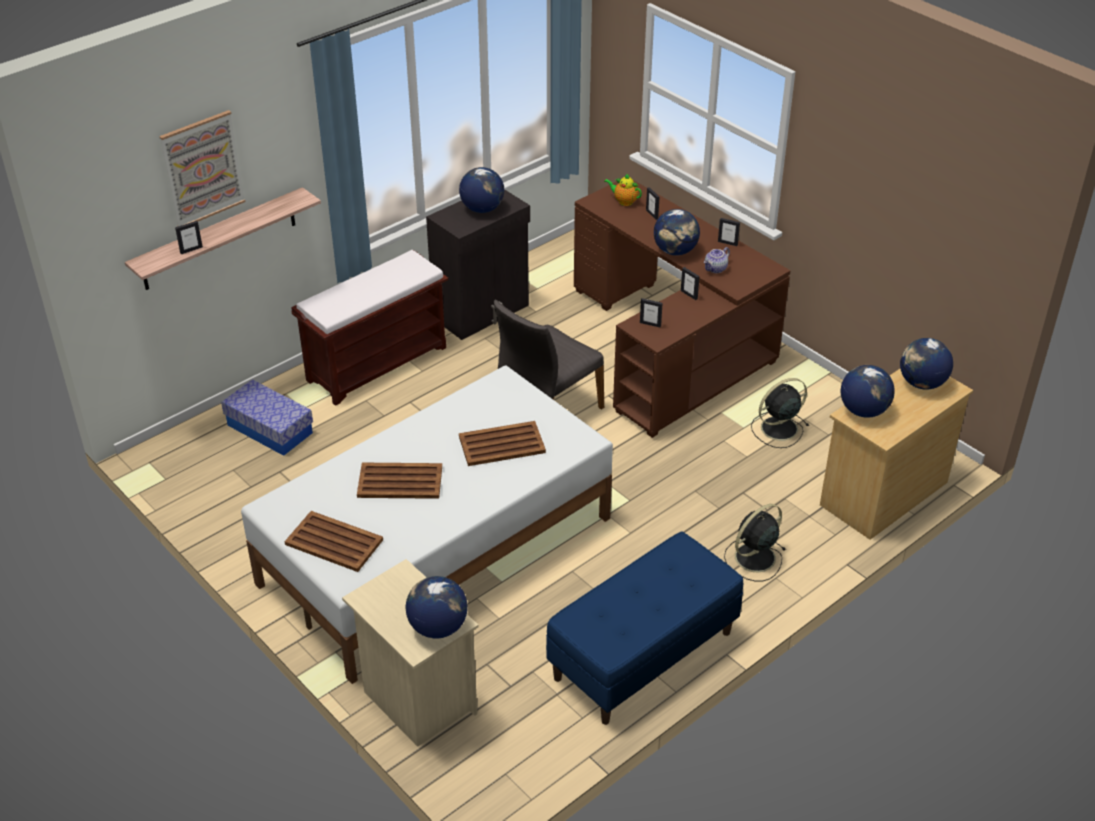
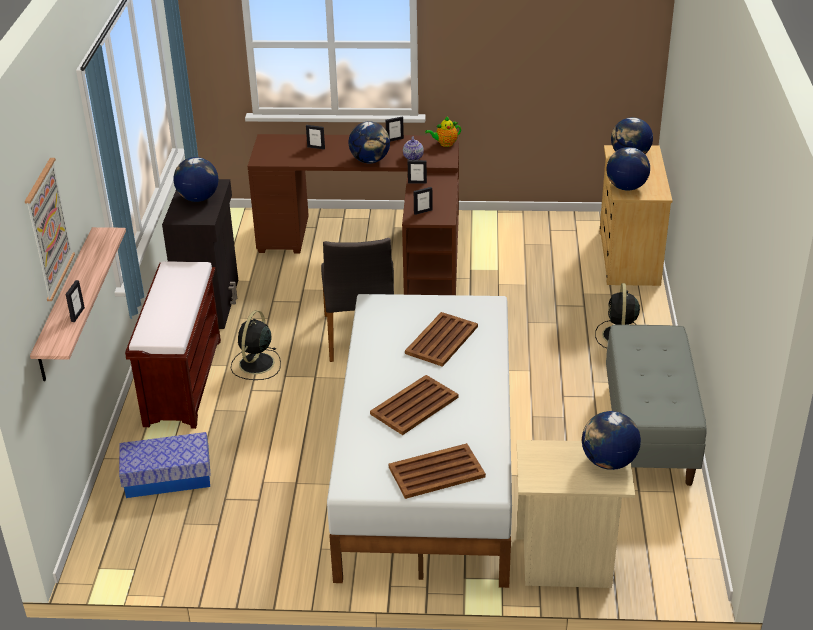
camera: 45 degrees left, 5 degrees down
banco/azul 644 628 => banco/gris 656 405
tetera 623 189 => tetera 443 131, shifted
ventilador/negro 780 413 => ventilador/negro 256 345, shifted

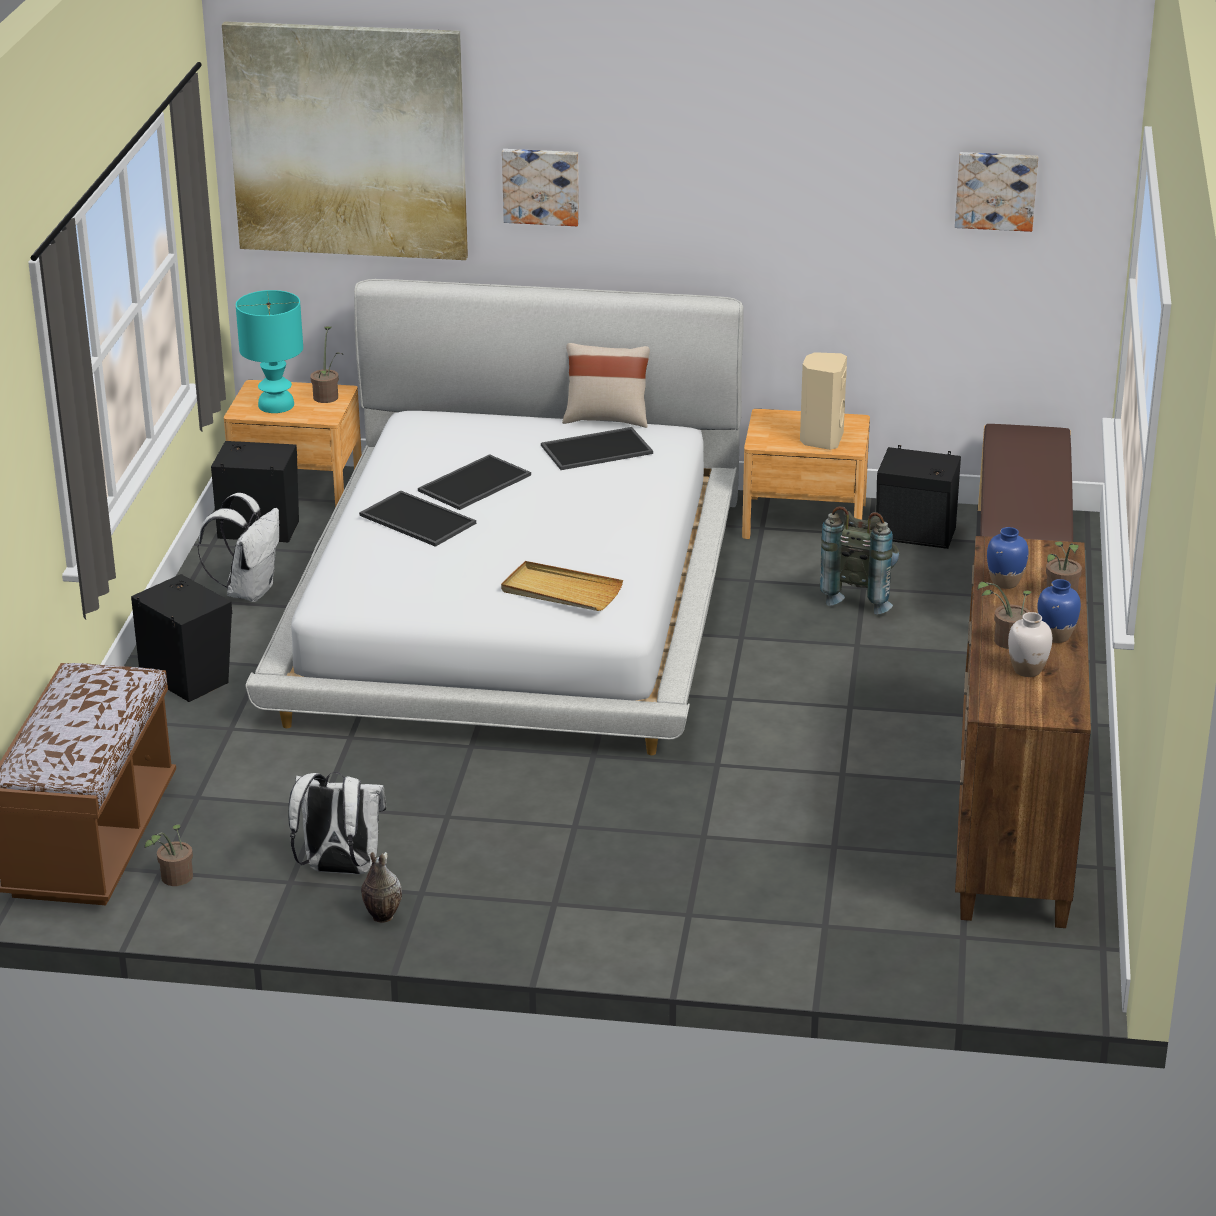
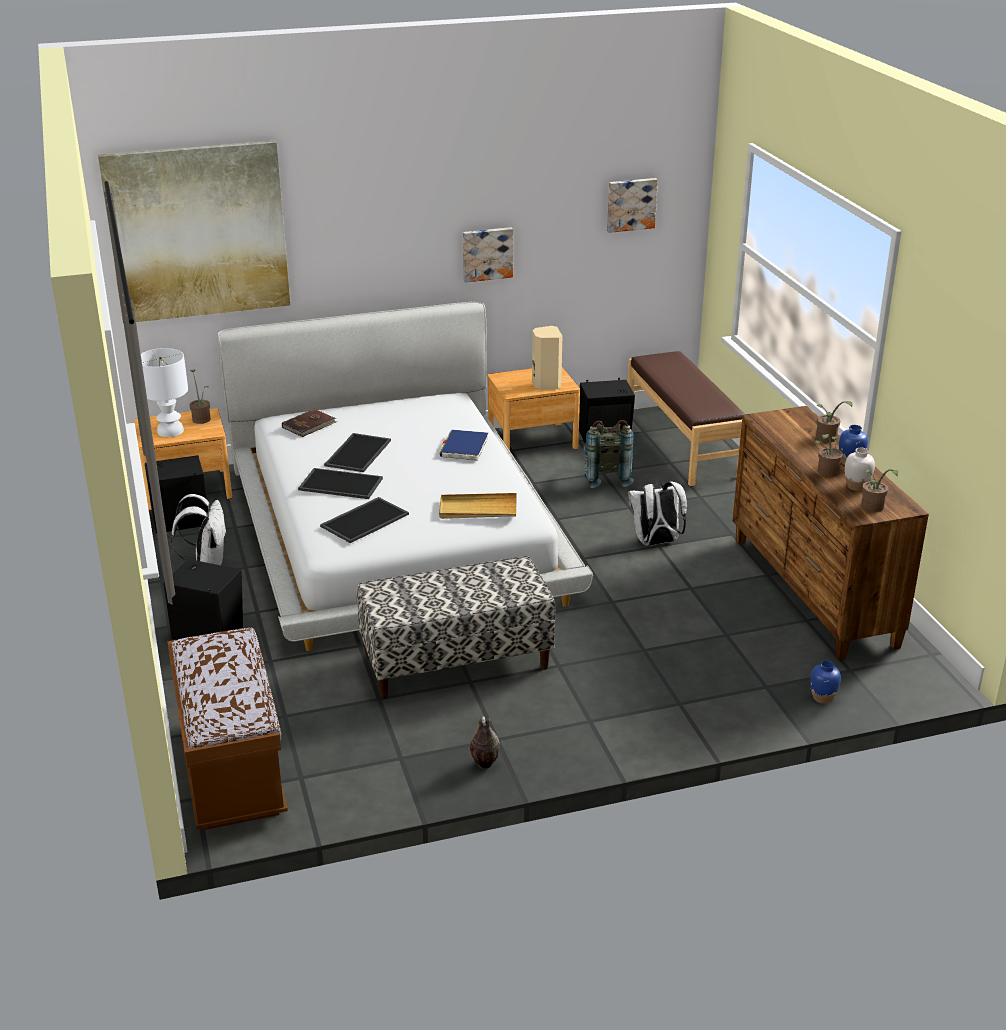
camera: 25 degrees left, 0 degrees up
planta en maceta 169 855 => planta en maceta 879 490, shifted
lámpara de mesa/turquesa 269 351 => lámpara de mesa/blanco 164 392
mochila/blanco 337 823 => mochila/blanco 657 513, shifted
cuadro 540 187 => cuadro 488 255, shifted
bandeja 597 448 => bandeja 364 520, shifted
cojín/beis 606 385 => nothing
florero/azul 1008 558 => florero/azul 825 682, shifted
nothing => libro/marrón 309 423
nothing => banco 456 627
nothing => libro/azul 463 445

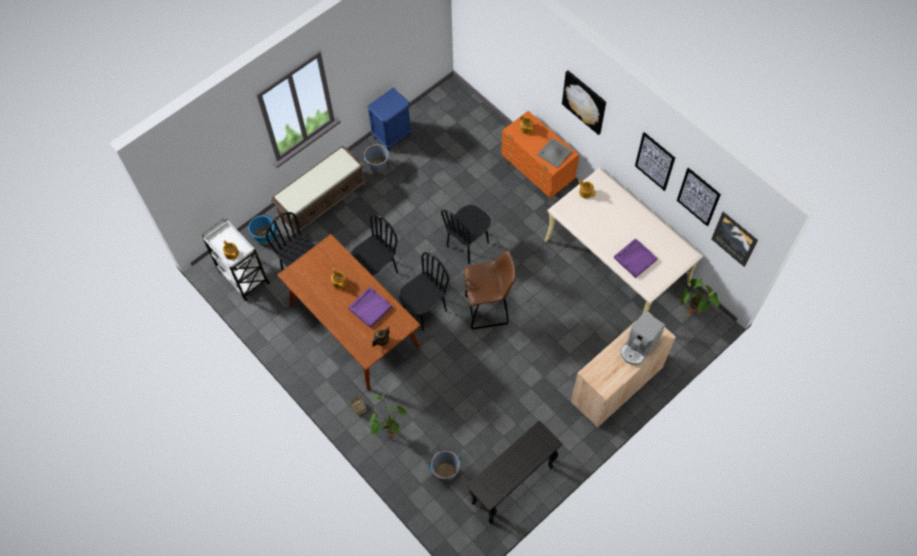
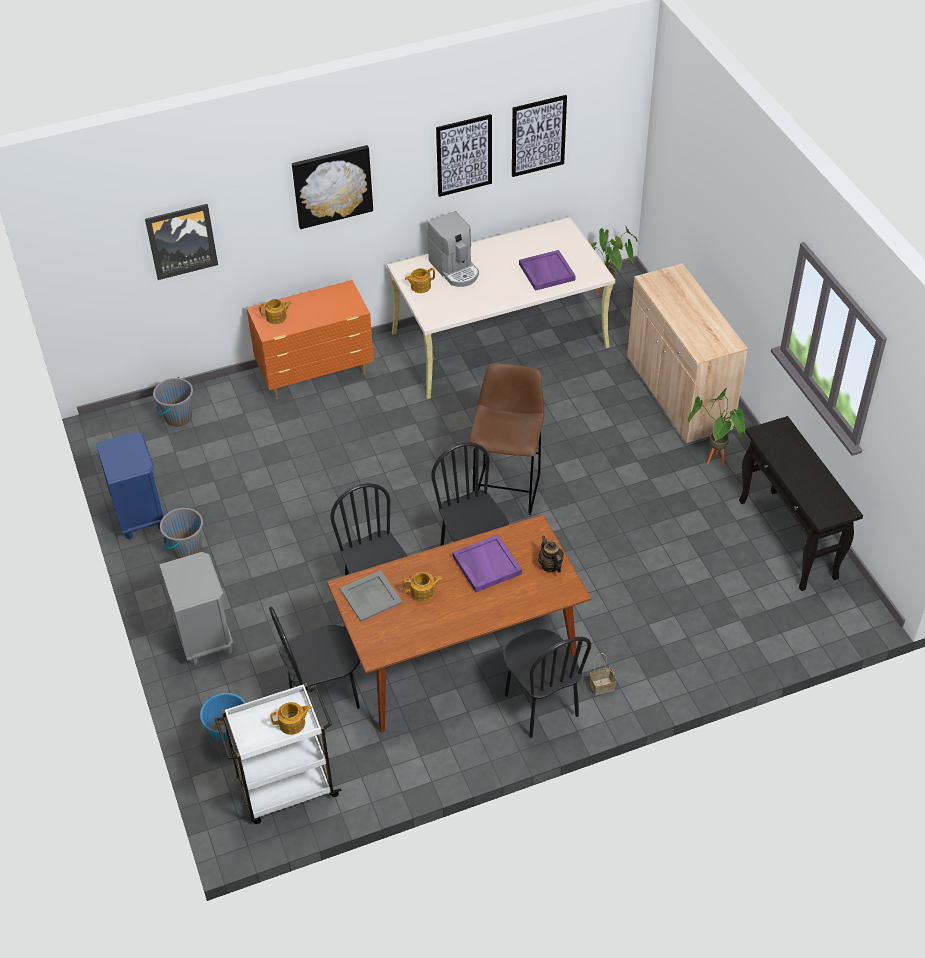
camera: 70 degrees left, 15 degrees down
banco/marrón 319 189 => mesita de noche/gris 196 608
planta en maceta 389 417 => planta en maceta 716 427, shifted
cubo/gris 445 466 => cubo/gris 173 402, shifted
silla/negro 466 234 => silla/negro 547 683, shifted
bandeja/gris 555 153 => bandeja/gris 371 595, shifted
cafetera 642 338 => cafetera 453 249, shifted
cuadro 734 239 => cuadro 181 242, shifted

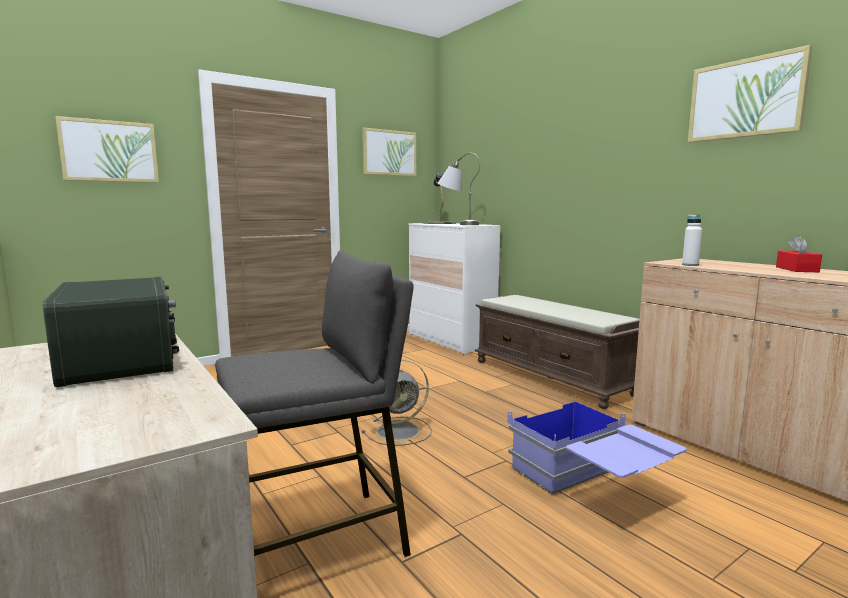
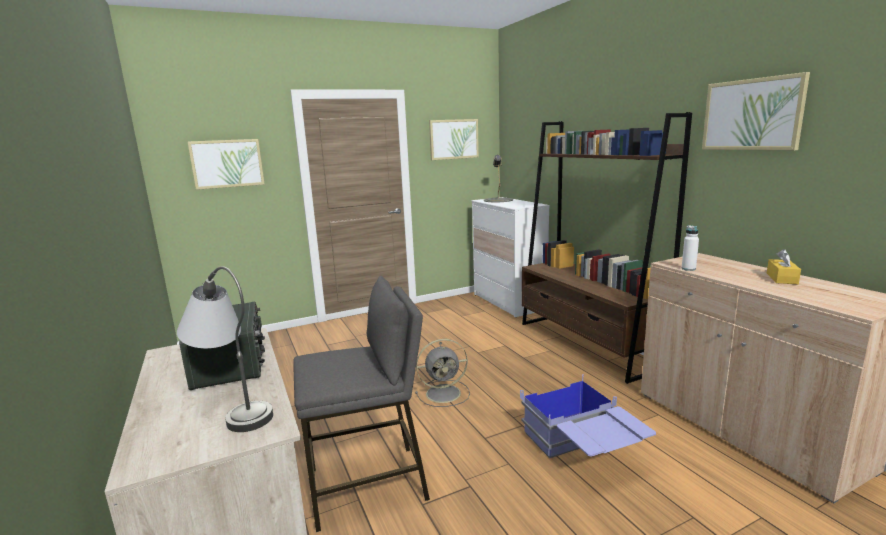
camera: 10 degrees right, 5 degrees up
lámpara de mesa/gris 458 189 => lámpara de mesa/gris 225 349, shifted
banco/marrón 557 351 => estantería/marrón 607 248
caja de pañuelos/rojo 799 253 => caja de pañuelos/amarillo 784 266

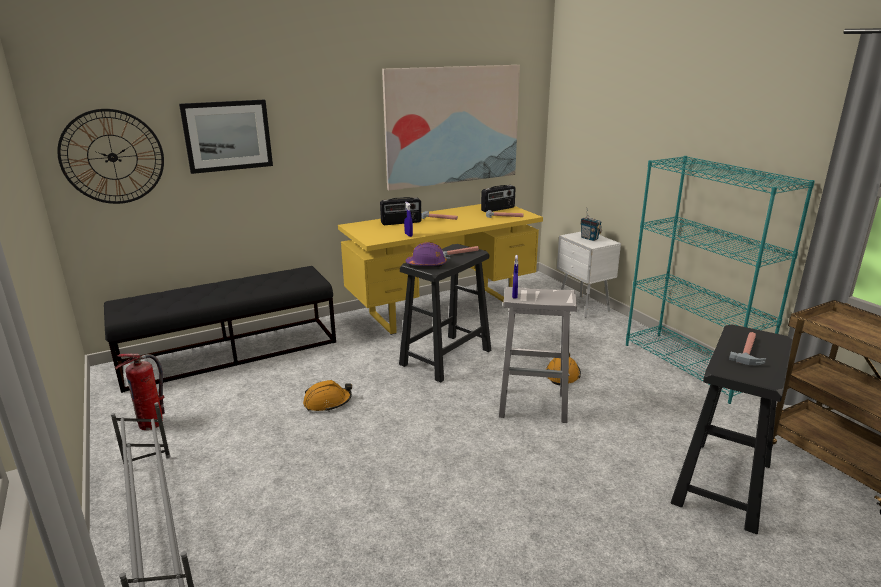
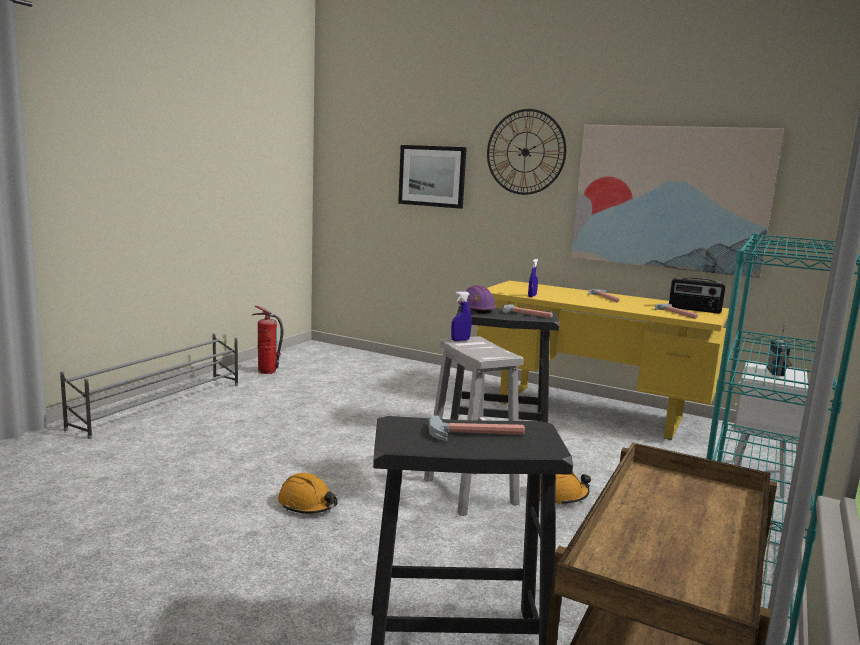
camera: 55 degrees right, 10 degrees down
reloj de pared 110 156 => reloj de pared 526 152, shifted
banco/negro 220 329 => nothing
casco/naranja 327 396 => casco/naranja 308 493, shifted
radio 401 211 => nothing

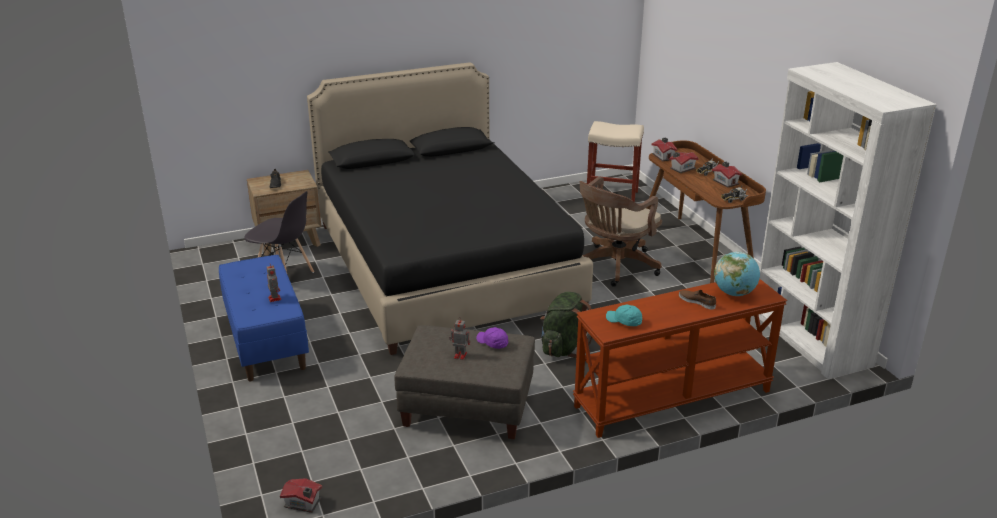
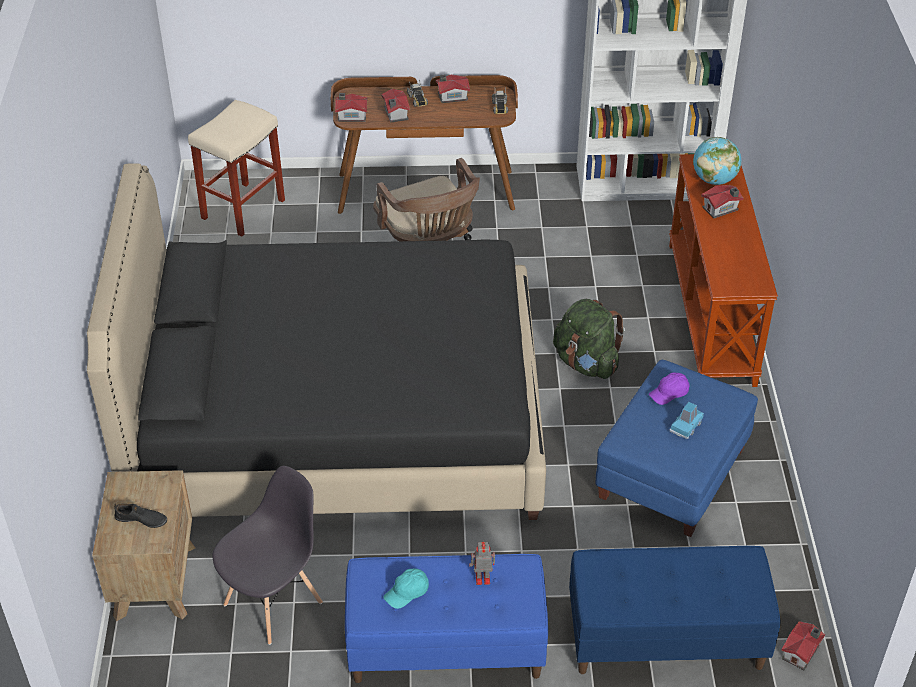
camera: 70 degrees left, 15 degrees up
puf/gris 464 382 => puf/azul 676 448
robot de juguete 459 338 => coche de juguete/azul 687 420
gorra/turquesa 624 315 => gorra/turquesa 406 589, shifted
zapato/marrón 697 299 => casita 722 201
nothing => banco/azul 674 610

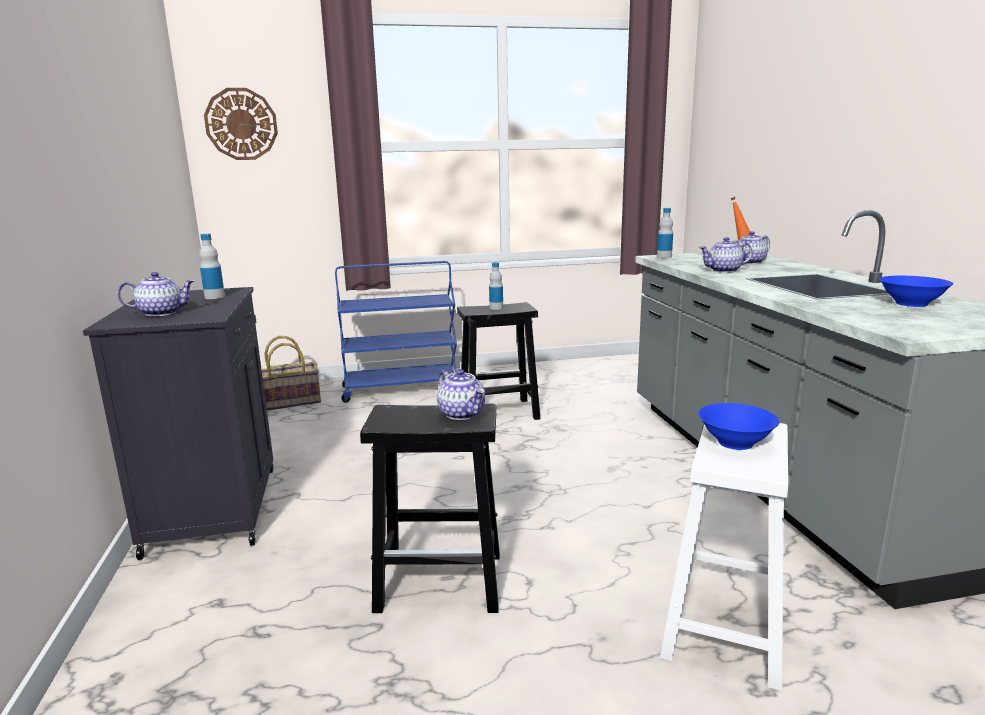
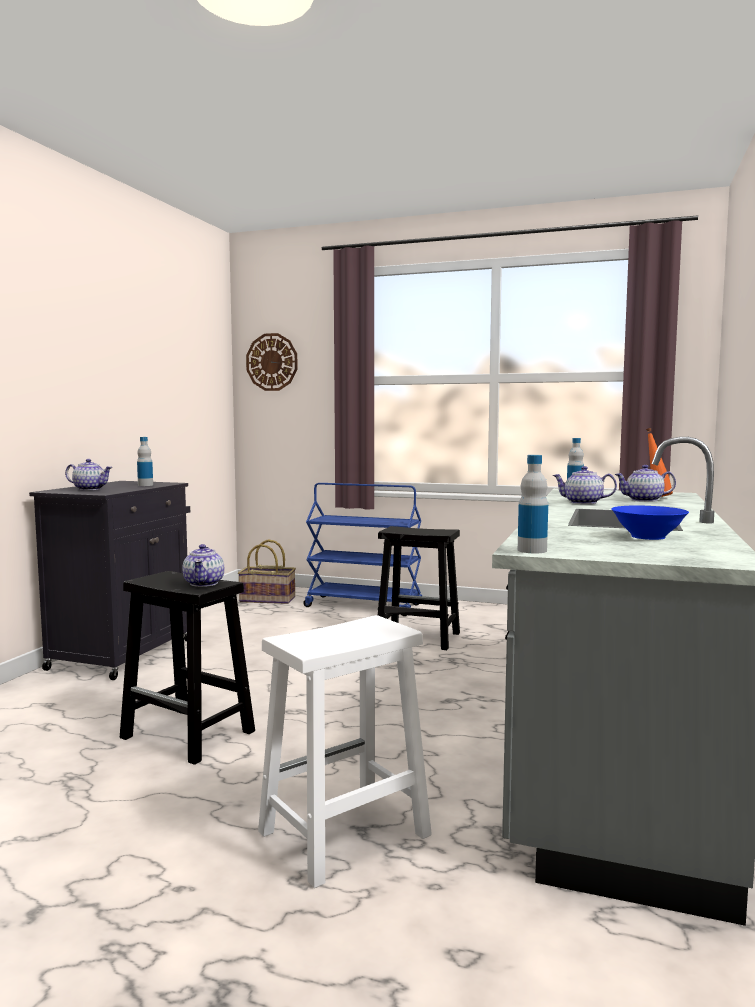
camera: 30 degrees right, 10 degrees down
botella 496 286 => botella 533 504, shifted
cuenco/azul 739 426 => nothing

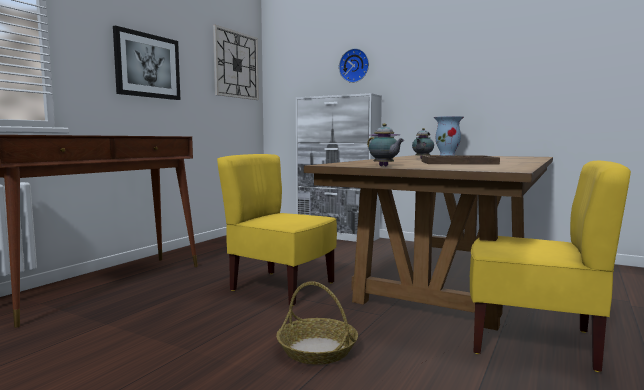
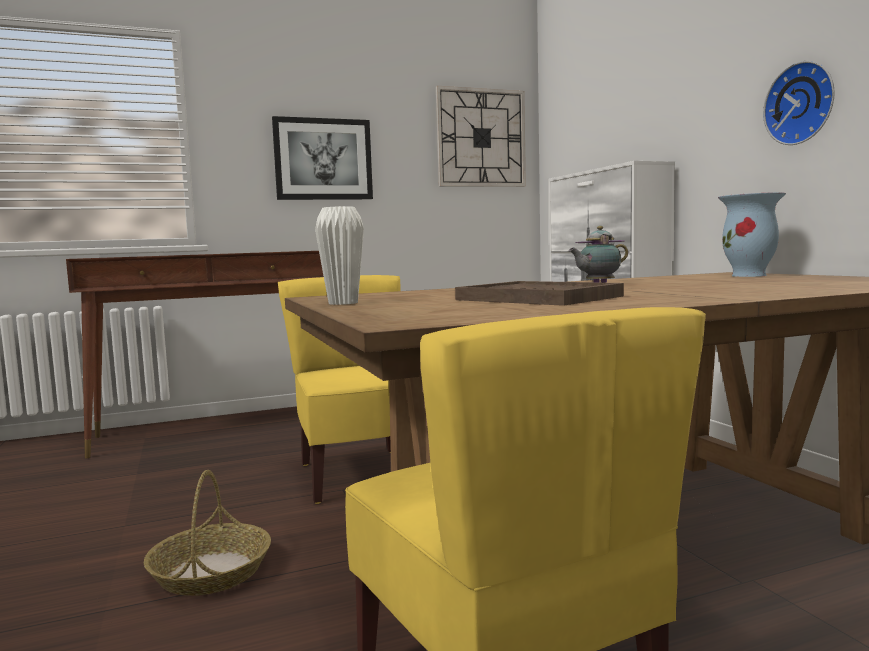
camera: 40 degrees right, 0 degrees up
reloj de pared 354 65 => reloj de pared 798 103, shifted
tetera 385 144 => florero/blanco 339 255

